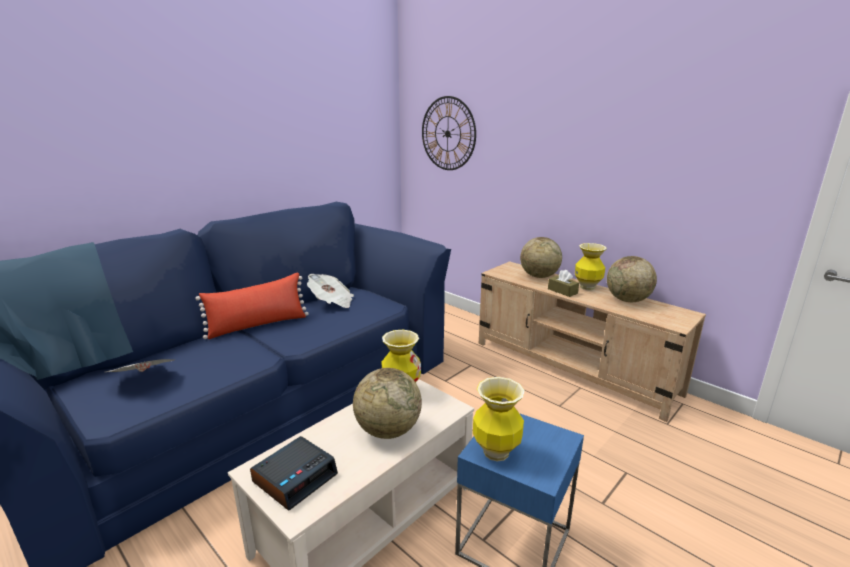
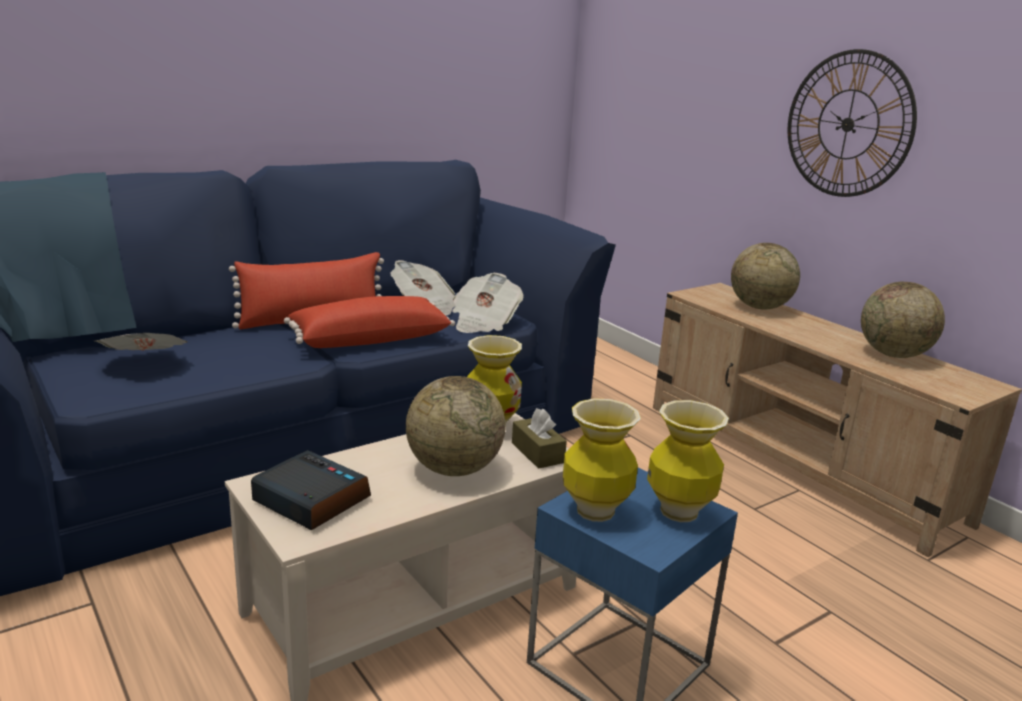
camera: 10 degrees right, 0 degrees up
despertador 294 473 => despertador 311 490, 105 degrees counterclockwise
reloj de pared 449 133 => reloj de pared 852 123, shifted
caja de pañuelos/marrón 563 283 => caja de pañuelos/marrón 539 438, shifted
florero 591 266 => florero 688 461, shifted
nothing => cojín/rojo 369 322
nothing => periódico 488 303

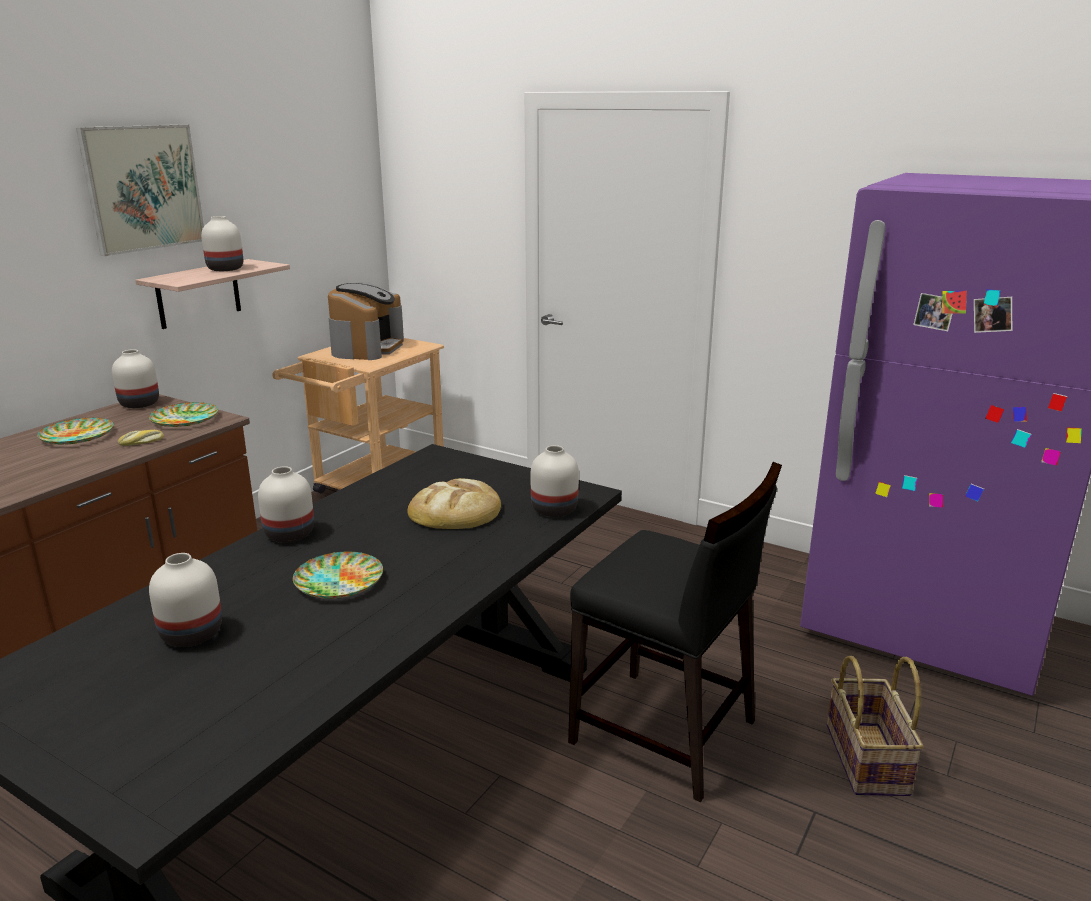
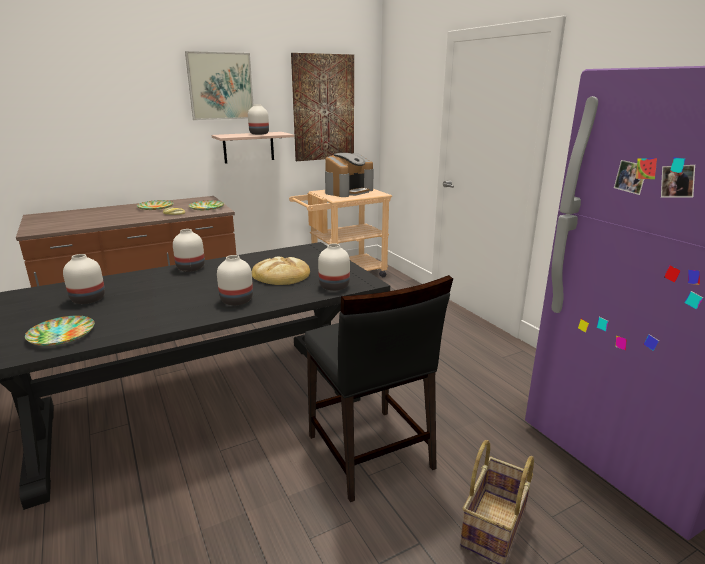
camera: 30 degrees right, 0 degrees up
florero/blanco 135 378 => florero/blanco 235 280, shifted
plato 338 575 => plato 59 331, shifted
nothing => cuadro 322 107

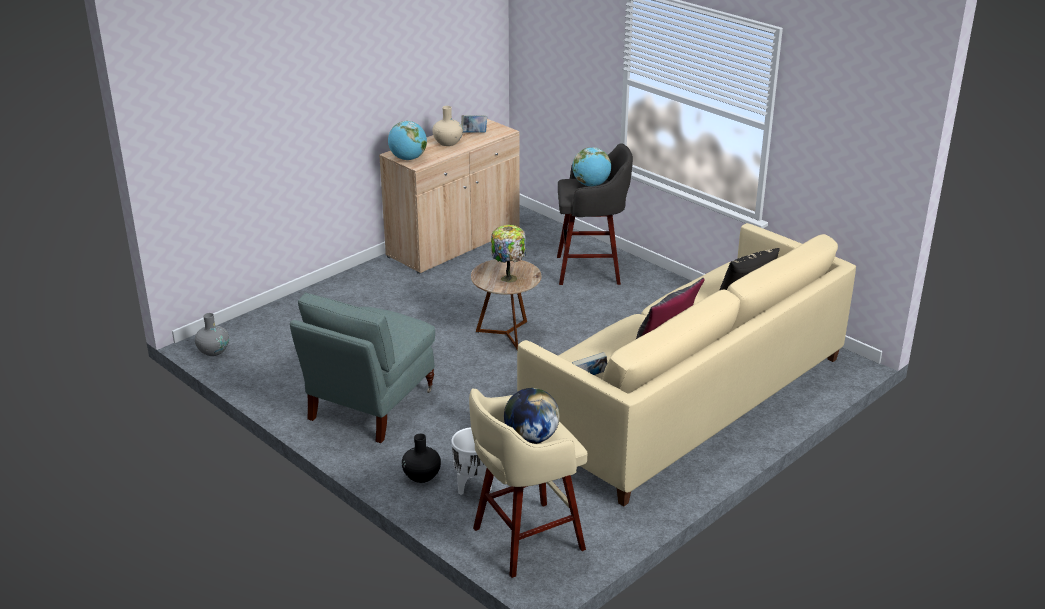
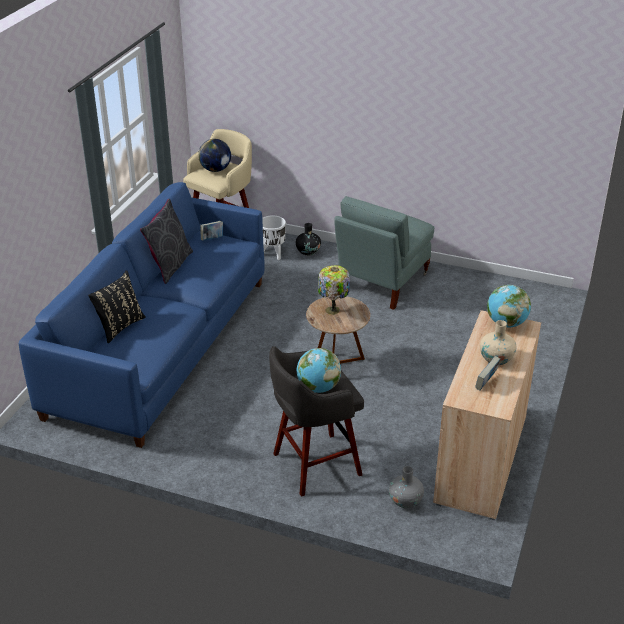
camera: 155 degrees right, 5 degrees up
florero/gris 212 334 => florero/gris 406 487, shifted
sillón/gris 362 368 => sillón/gris 384 253, 150 degrees counterclockwise
sofá/beis 686 364 => sofá/azul 142 315

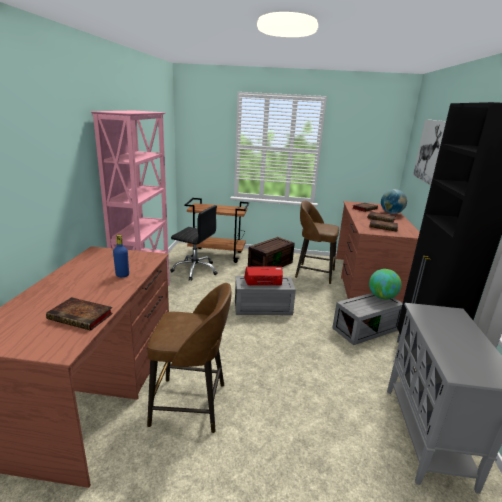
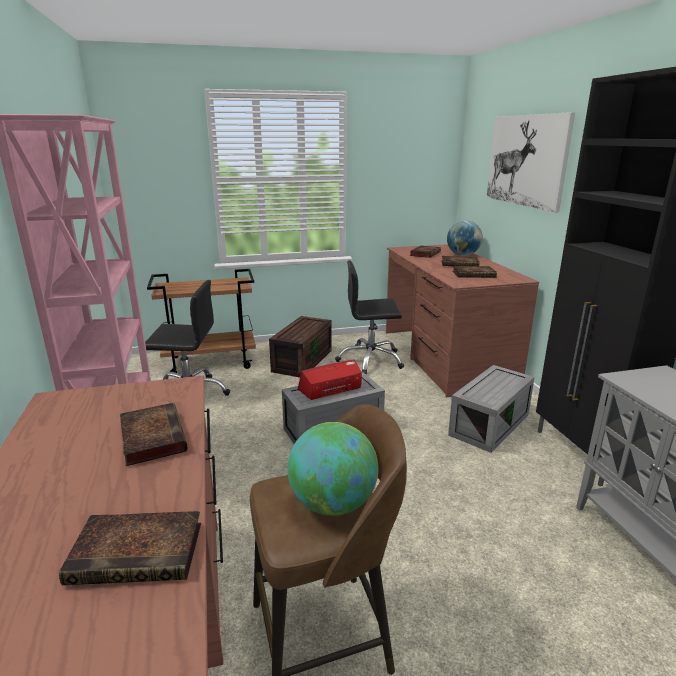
camera: 20 degrees left, 0 degrees up
botella/azul 121 256 => libro 154 434
taburete/marrón 317 242 => silla de oficina/negro 369 317
globo terráqueo 385 284 => globo terráqueo 332 469, shifted

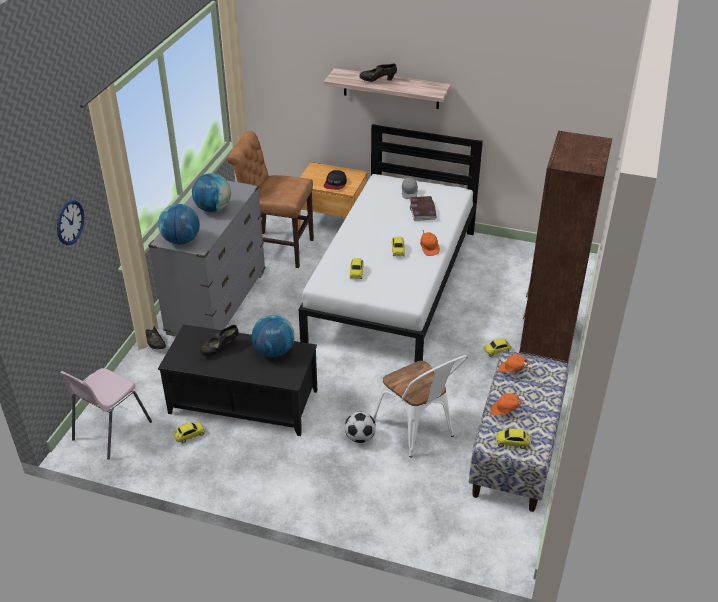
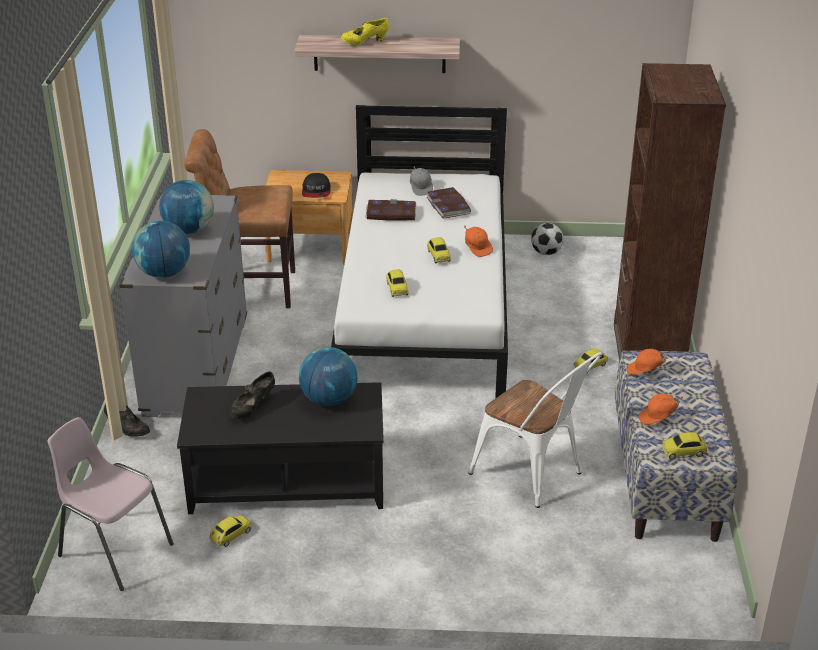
camera: 15 degrees left, 5 degrees down
reloj de pared 70 222 => nothing
silla/rosa 106 414 => silla/rosa 111 504, 105 degrees clockwise
balón de fútbol 360 427 => balón de fútbol 547 239, shifted
zapato/negro 378 72 => zapato/amarillo 365 31
nothing => libro 391 210

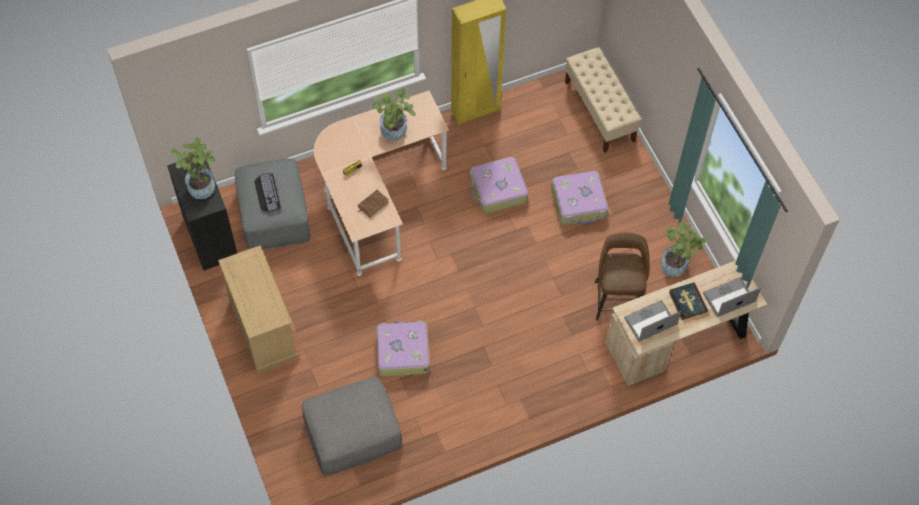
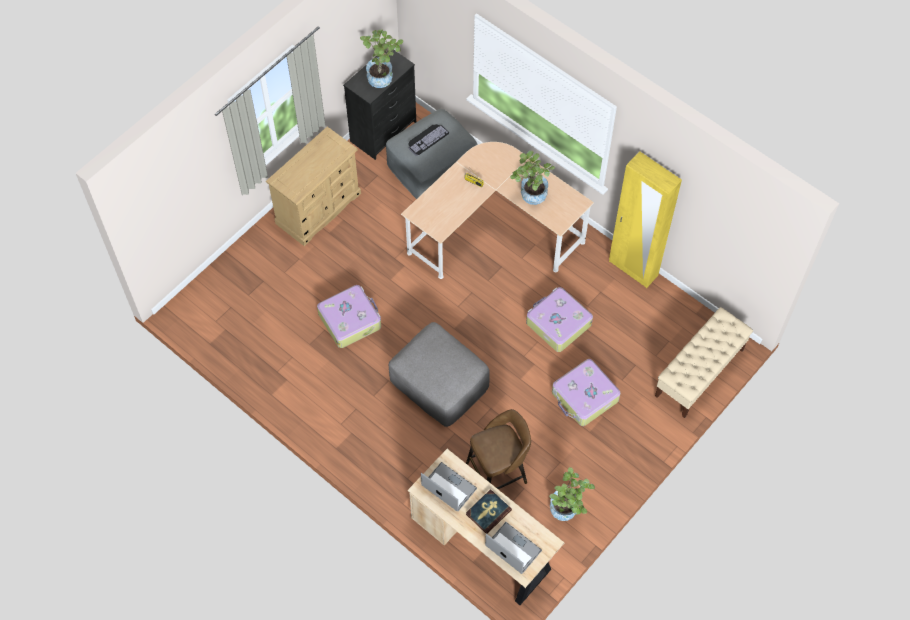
camera: 65 degrees right, 0 degrees up
puf/gris 352 426 => puf/gris 439 374, shifted
libro/marrón 373 204 => nothing

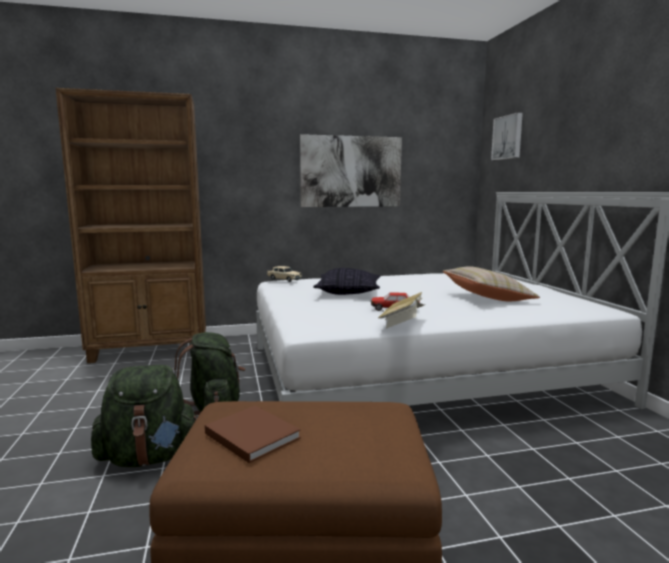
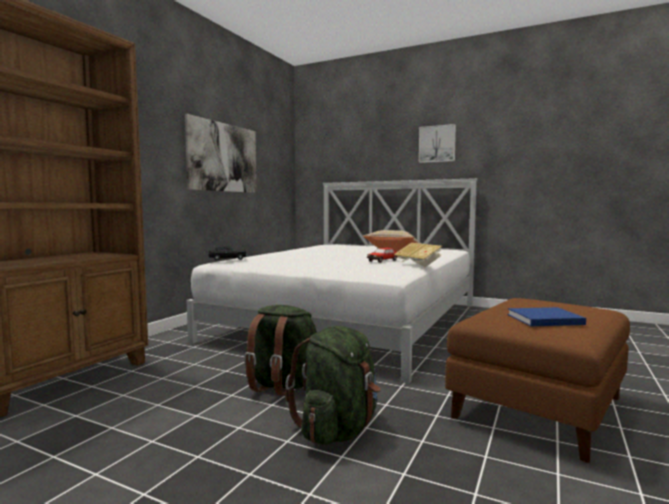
camera: 50 degrees left, 5 degrees down
libro/marrón 253 434 => libro/azul 546 316
coche de juguete/beis 284 274 => coche de juguete/negro 227 253
cojín 346 281 => nothing
cuadro 507 136 => cuadro 437 143, shifted

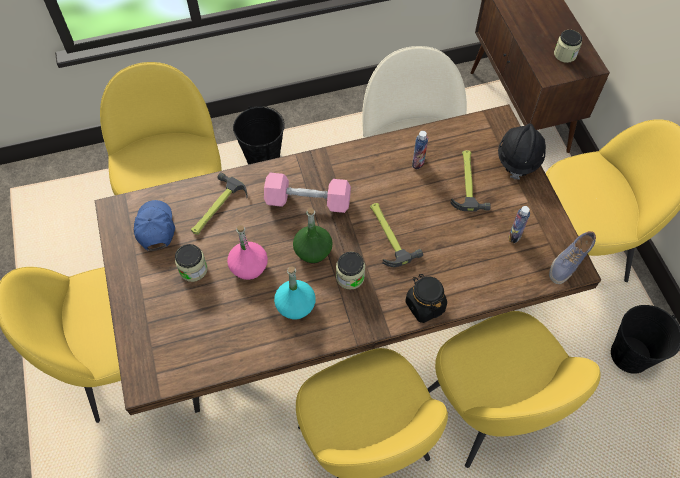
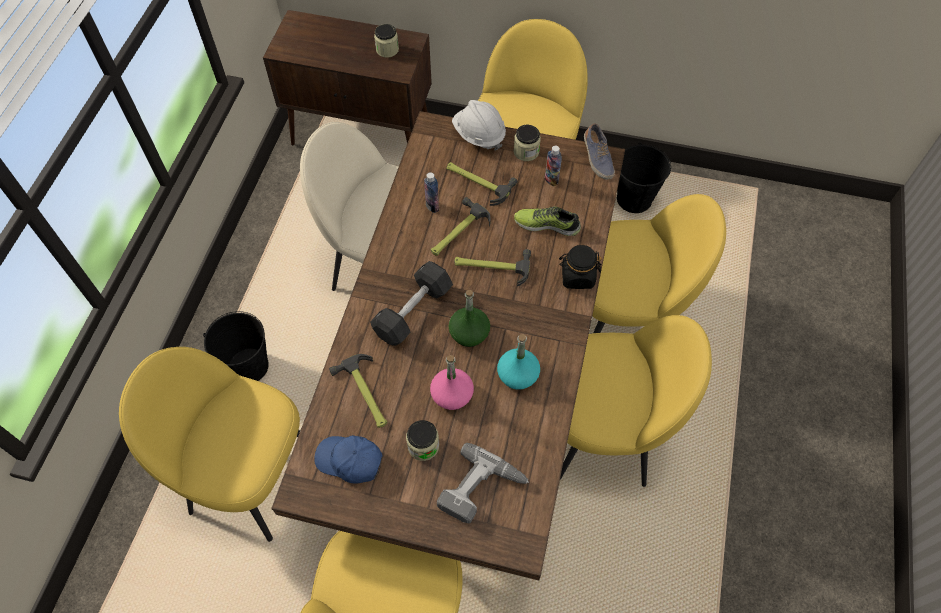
camera: 60 degrees left, 0 degrees up
mancuerna/rosa 307 193 => mancuerna/negro 411 303
tarro 350 271 => tarro 527 143, shifted
casco/negro 522 151 => casco/blanco 479 125
nothing => martillo 461 226
nothing => taladro 483 483
nothing => zapato 547 221

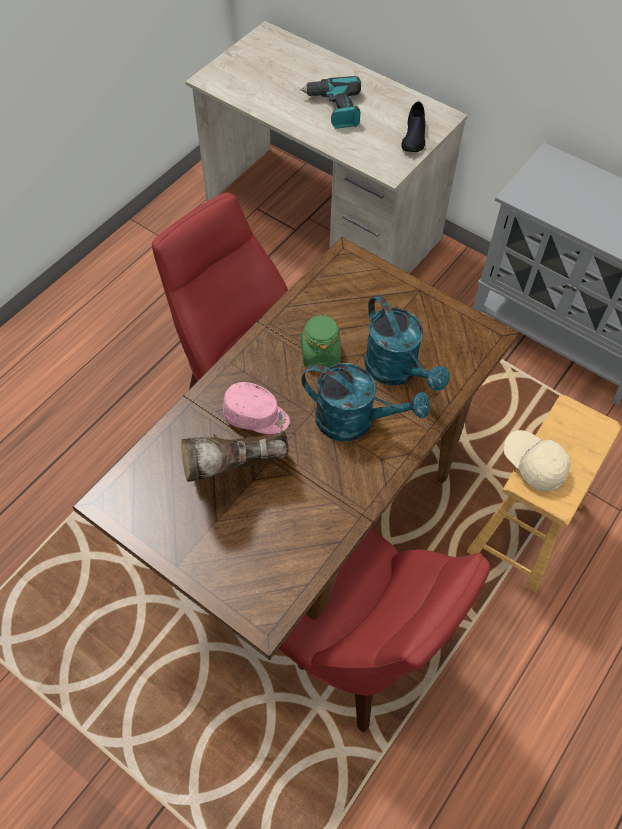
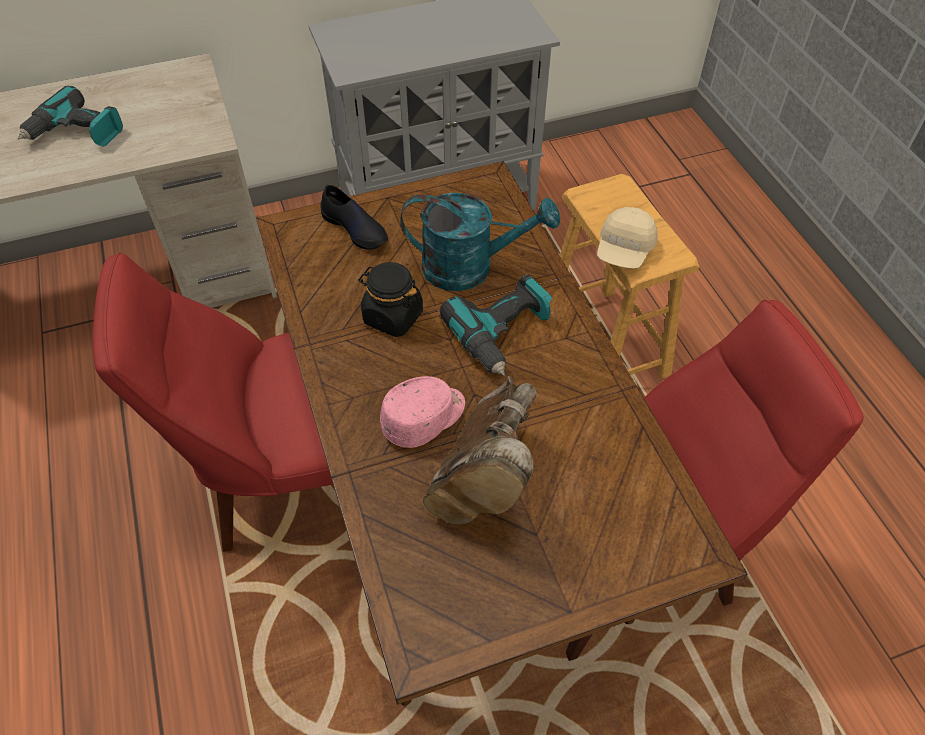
camera: 55 degrees left, 5 degrees down
tarro/verde 321 340 => tarro/negro 391 299
regadera/turquesa 366 402 => taladro 496 325
zapato/negro 413 126 => zapato/negro 354 217, shifted
gorra/beis 537 461 => gorra/beis 627 238, 60 degrees counterclockwise

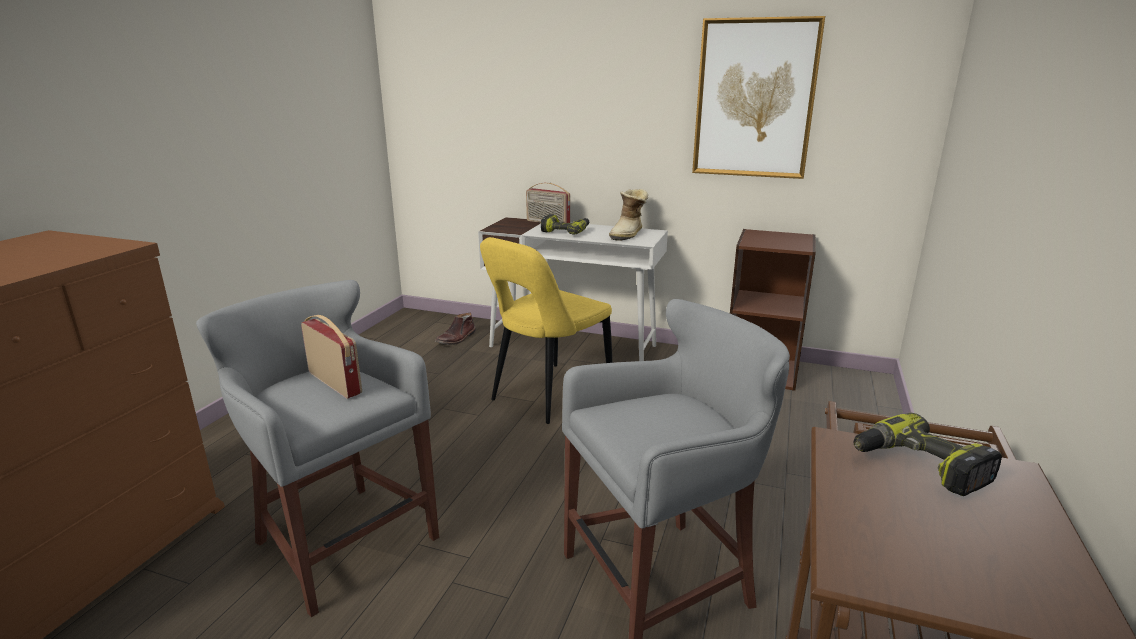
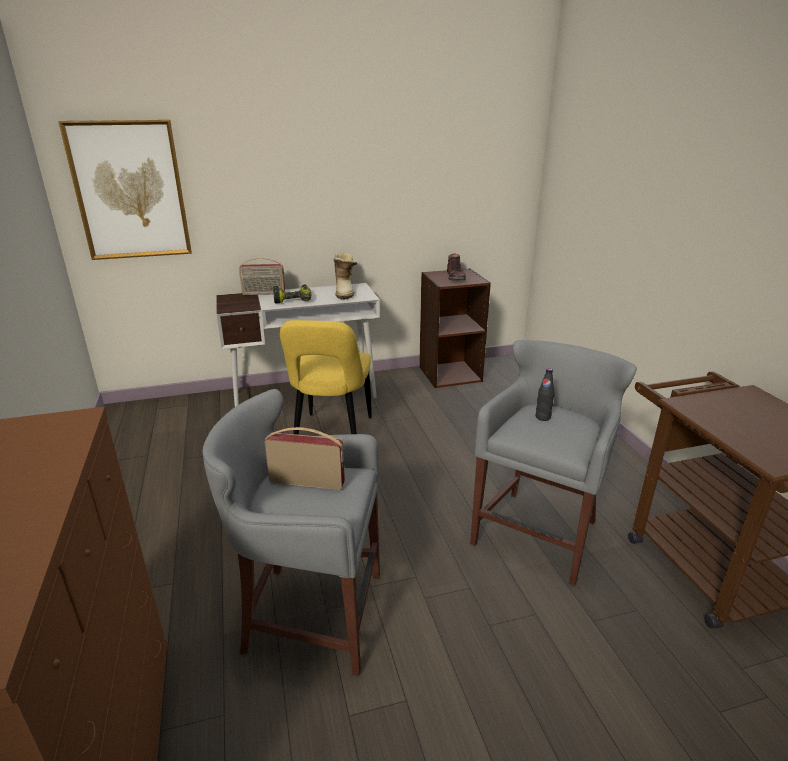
camera: 35 degrees left, 5 degrees up
bota/marrón 455 328 => bota/marrón 456 266, shifted
cuadro 758 97 => cuadro 125 190, shifted
taladro 927 454 => nothing
nothing => botella/negro 545 394

